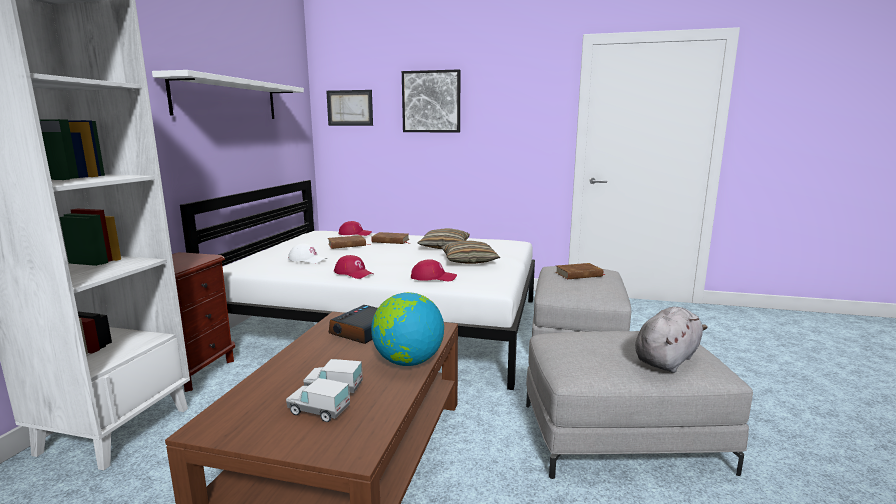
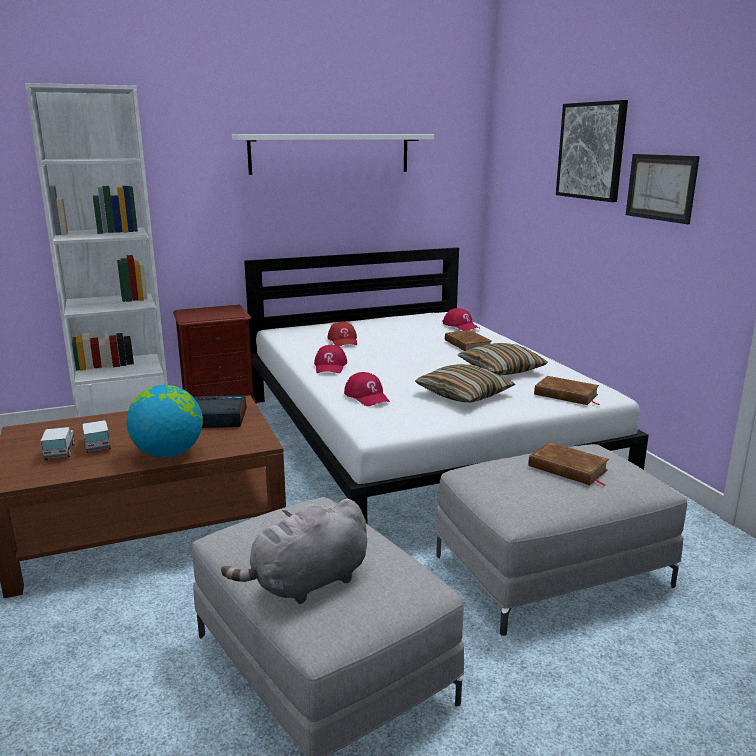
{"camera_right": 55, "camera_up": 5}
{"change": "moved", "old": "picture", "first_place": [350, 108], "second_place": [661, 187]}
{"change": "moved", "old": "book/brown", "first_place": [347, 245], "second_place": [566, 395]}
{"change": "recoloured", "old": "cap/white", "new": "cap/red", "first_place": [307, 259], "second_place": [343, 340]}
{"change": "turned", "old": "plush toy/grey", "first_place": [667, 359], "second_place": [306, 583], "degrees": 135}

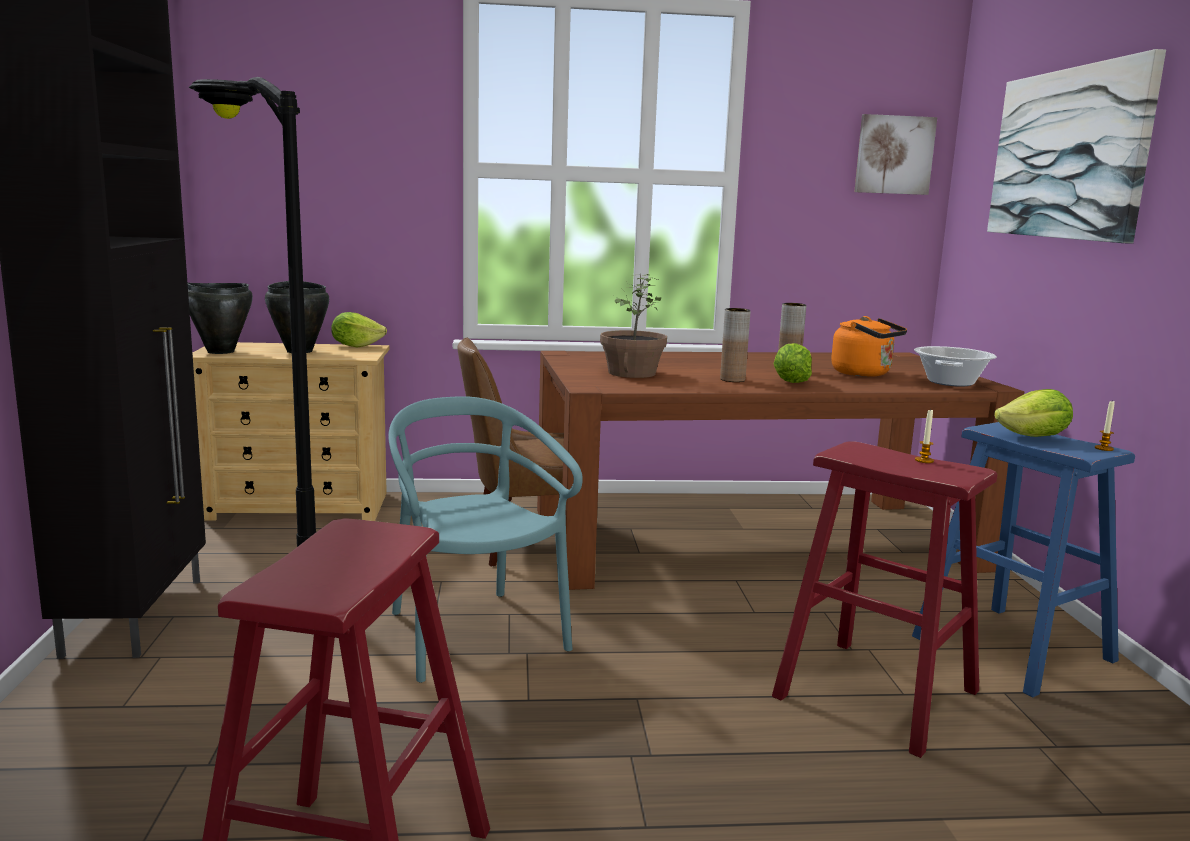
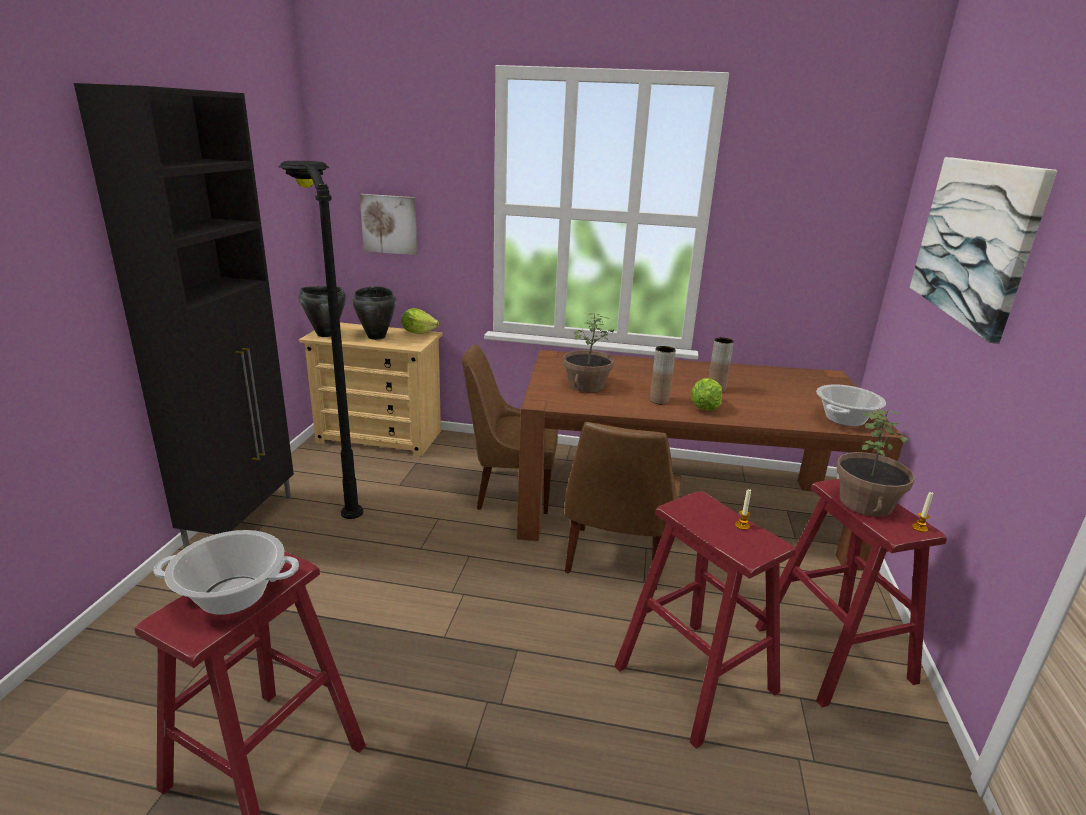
{"camera_right": 15, "camera_up": 10}
{"change": "removed", "old": "chair/turquoise", "first_place": [473, 634]}
{"change": "removed", "old": "kettle/orange", "first_place": [864, 374]}
{"change": "added", "new": "cooking pot", "second_place": [232, 596]}
{"change": "added", "new": "chair/brown", "second_place": [615, 560]}
{"change": "moved", "old": "picture", "first_place": [894, 155], "second_place": [389, 224]}
{"change": "replaced", "old": "lettuce", "new": "potted plant", "first_place": [1034, 437], "second_place": [866, 503]}
{"change": "recoloured", "old": "stool/blue", "new": "stool/red", "first_place": [1013, 648], "second_place": [833, 654]}

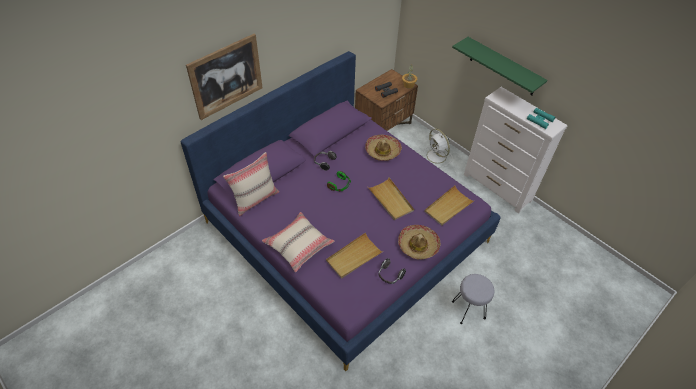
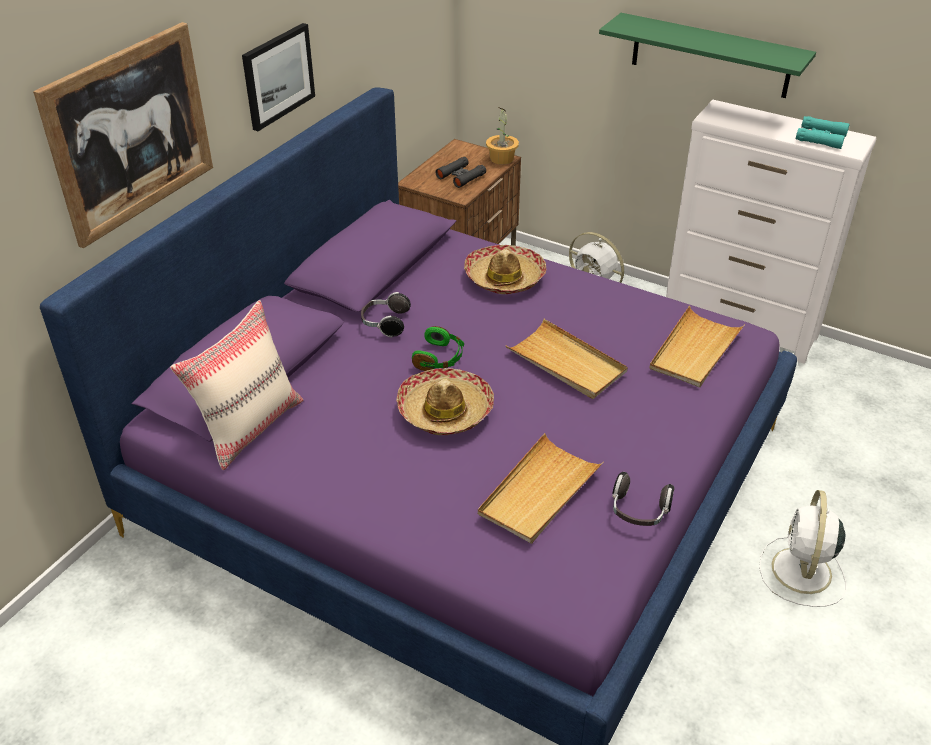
{"camera_right": -15, "camera_up": -10}
{"change": "removed", "old": "pillow/beige", "first_place": [298, 245]}
{"change": "added", "new": "picture", "second_place": [278, 76]}
{"change": "moved", "old": "hat", "first_place": [418, 245], "second_place": [445, 411]}
{"change": "replaced", "old": "stool/grey", "new": "fan/white", "first_place": [468, 310], "second_place": [801, 573]}

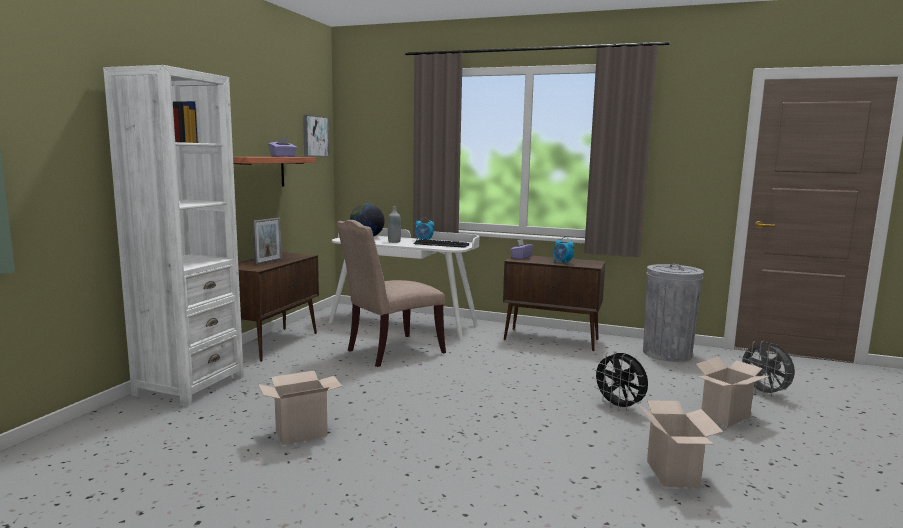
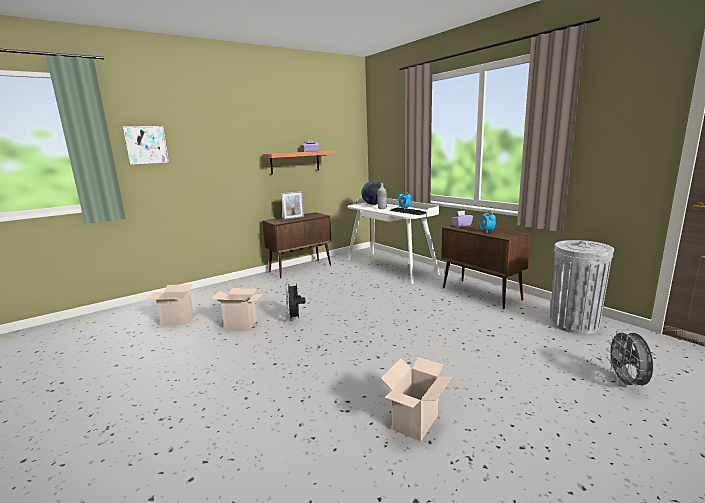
{"camera_right": 35, "camera_up": 5}
{"change": "removed", "old": "bookcase/white", "first_place": [189, 385]}
{"change": "removed", "old": "chair/beige", "first_place": [391, 352]}
{"change": "moved", "old": "picture", "first_place": [314, 136], "second_place": [146, 145]}
{"change": "moved", "old": "fan/black", "first_place": [619, 407], "second_place": [295, 319]}
{"change": "moved", "old": "cardboard box", "first_place": [725, 417], "second_place": [176, 321]}

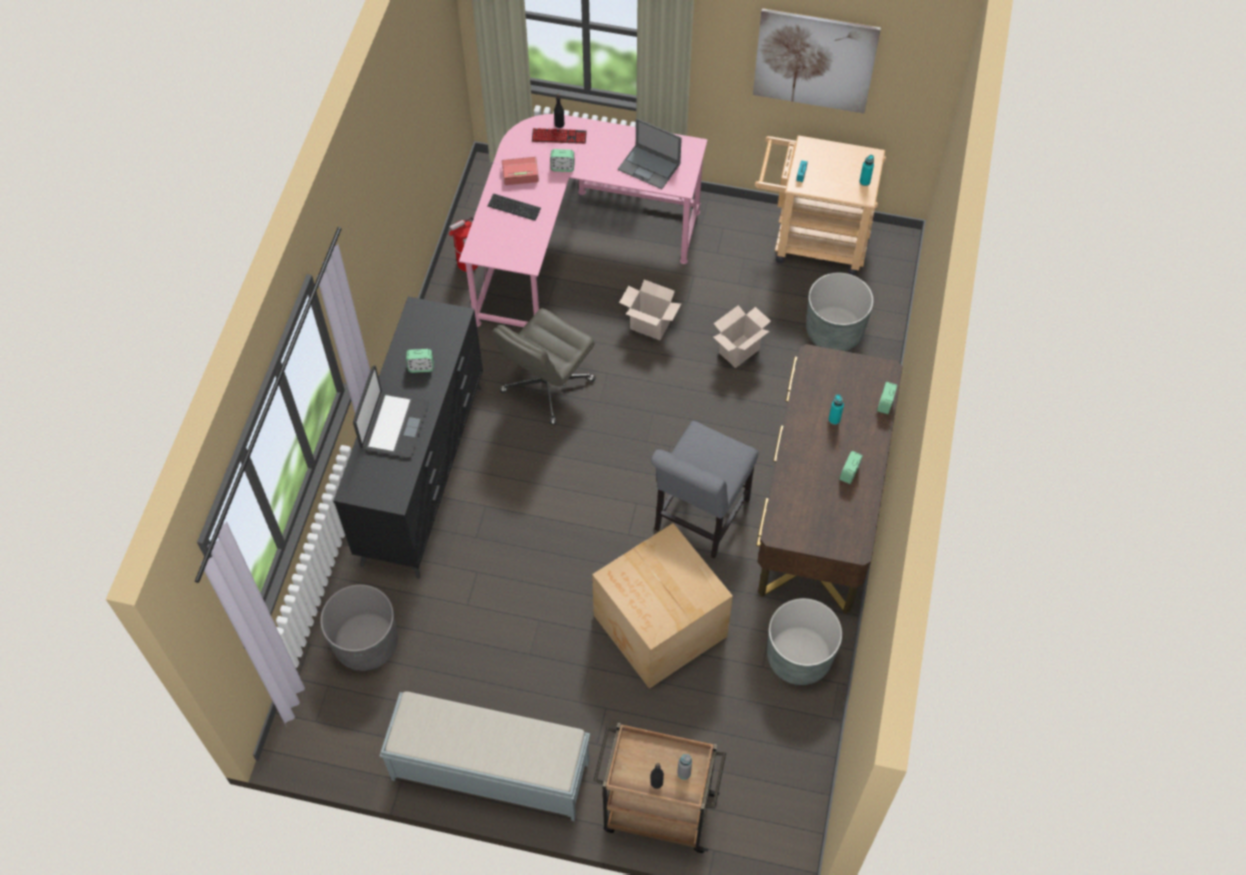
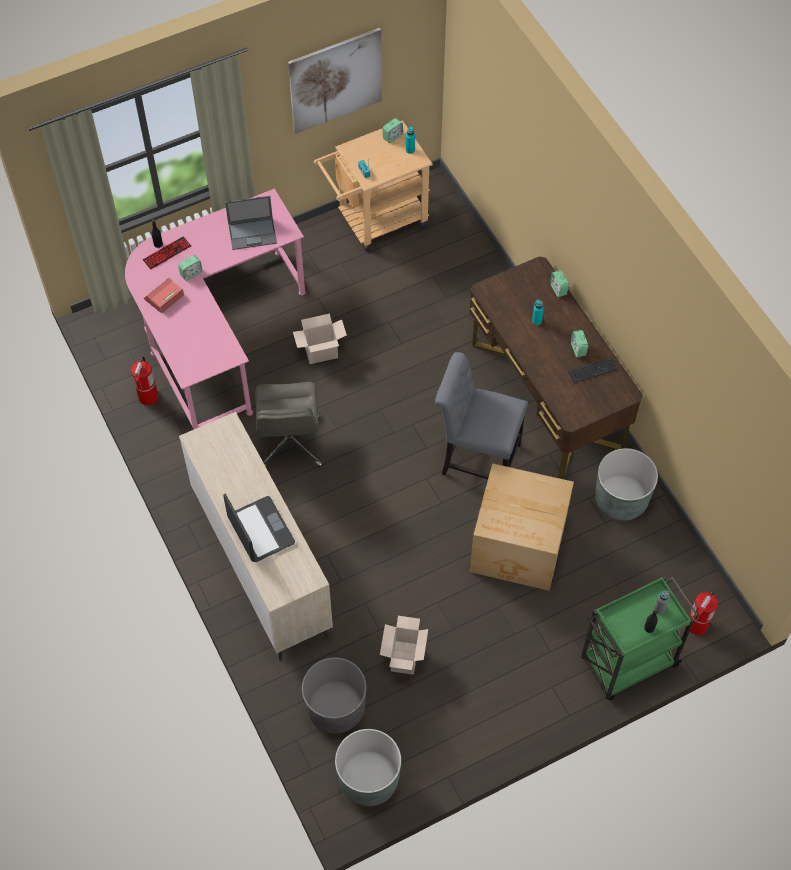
{"camera_right": -40, "camera_up": 0}
{"change": "removed", "old": "bench/grey", "first_place": [489, 770]}
{"change": "added", "new": "fire extinguisher", "second_place": [696, 625]}
{"change": "moved", "old": "alarm clock", "first_place": [421, 367], "second_place": [392, 136]}
{"change": "moved", "old": "keyboard", "first_place": [514, 208], "second_place": [592, 371]}
{"change": "moved", "old": "cardboard box", "first_place": [739, 350], "second_place": [403, 656]}
{"change": "moved", "old": "planter/grey", "first_place": [834, 331], "second_place": [369, 779]}
{"change": "recoloured", "old": "dresser/black", "new": "dresser/beige", "first_place": [424, 473], "second_place": [262, 565]}
{"change": "recoloured", "old": "cart/brown", "new": "cart/green", "first_place": [657, 812], "second_place": [627, 663]}
{"change": "turned", "old": "chair/grey", "first_place": [698, 518], "second_place": [476, 458], "degrees": 120}

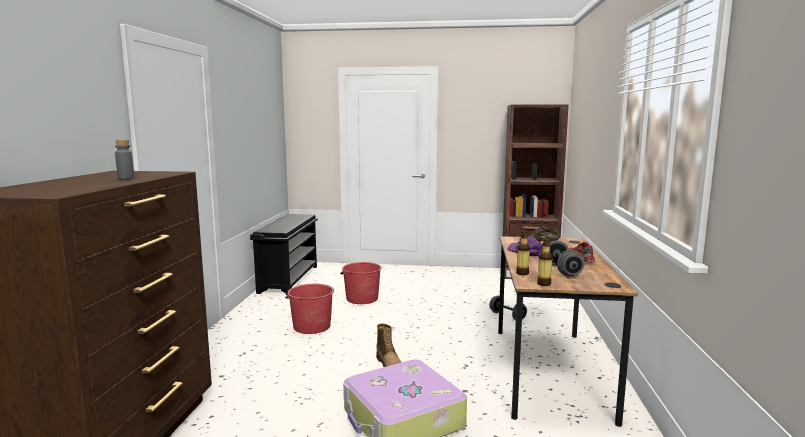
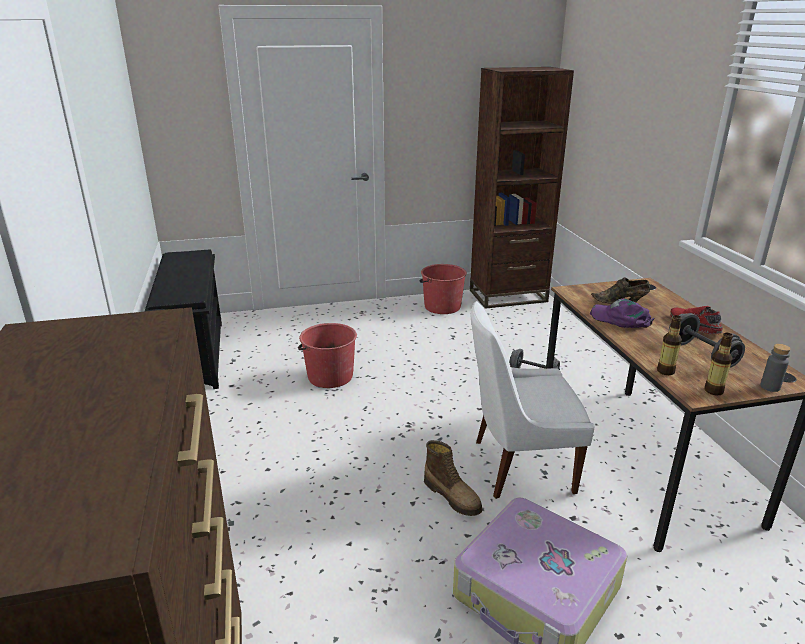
{"camera_right": -20, "camera_up": 15}
{"change": "added", "new": "chair/white", "second_place": [518, 466]}
{"change": "moved", "old": "bottle/grey", "first_place": [126, 178], "second_place": [770, 387]}
{"change": "moved", "old": "bucket/red", "first_place": [311, 326], "second_place": [442, 306]}

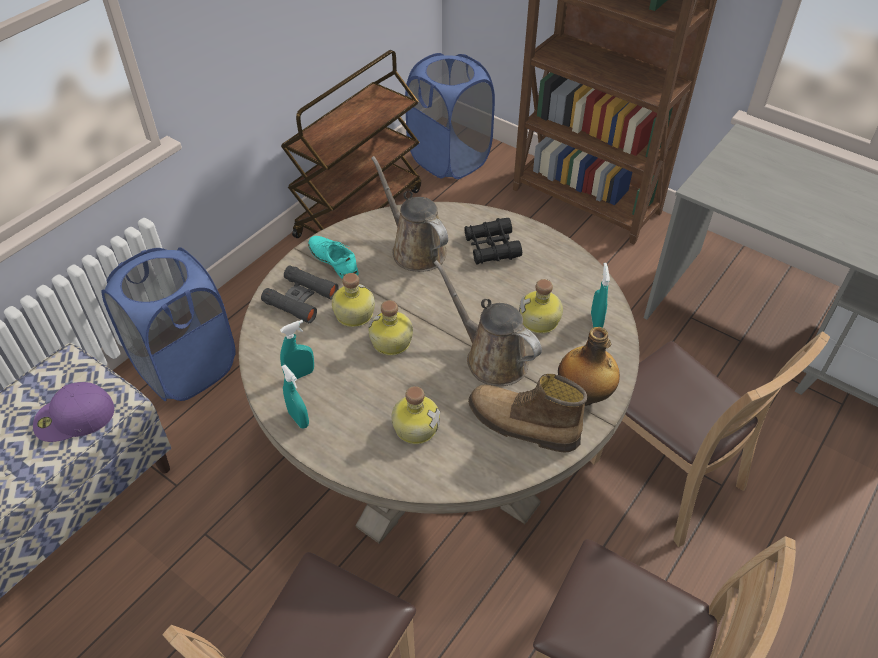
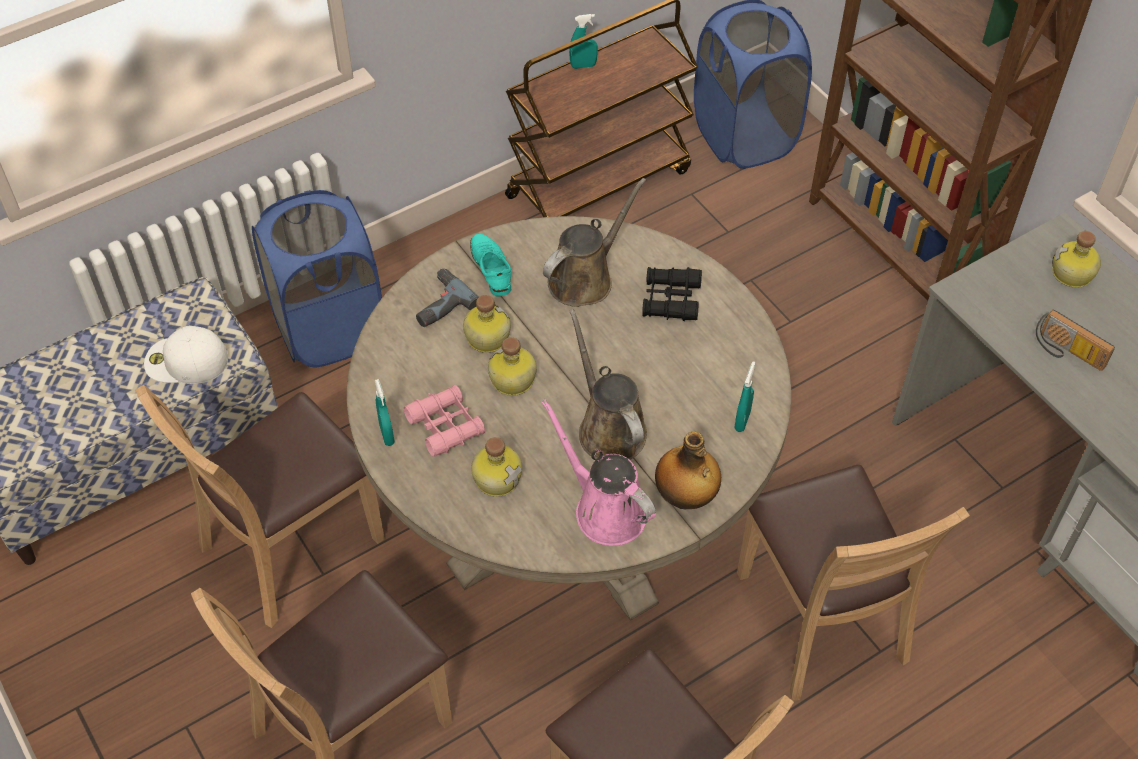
{"camera_right": 20, "camera_up": 5}
{"change": "added", "new": "chair/brown", "second_place": [291, 546]}
{"change": "added", "new": "binoculars/pink", "second_place": [445, 426]}
{"change": "added", "new": "radio", "second_place": [1066, 352]}
{"change": "moved", "old": "spray bottle/turquoise", "first_place": [300, 374], "second_place": [583, 66]}
{"change": "moved", "old": "bottle", "first_place": [540, 321], "second_place": [1072, 274]}
{"change": "replaced", "old": "binoculars/black", "new": "power drill", "first_place": [300, 299], "second_place": [439, 303]}
{"change": "replaced", "old": "boot", "new": "watering can/pink", "first_place": [522, 425], "second_place": [605, 509]}
{"change": "recoloured", "old": "cap/purple", "new": "cap/white", "first_place": [73, 417], "second_place": [185, 361]}
{"change": "turned", "old": "watering can/brown", "first_place": [415, 249], "second_place": [585, 278], "degrees": 60}

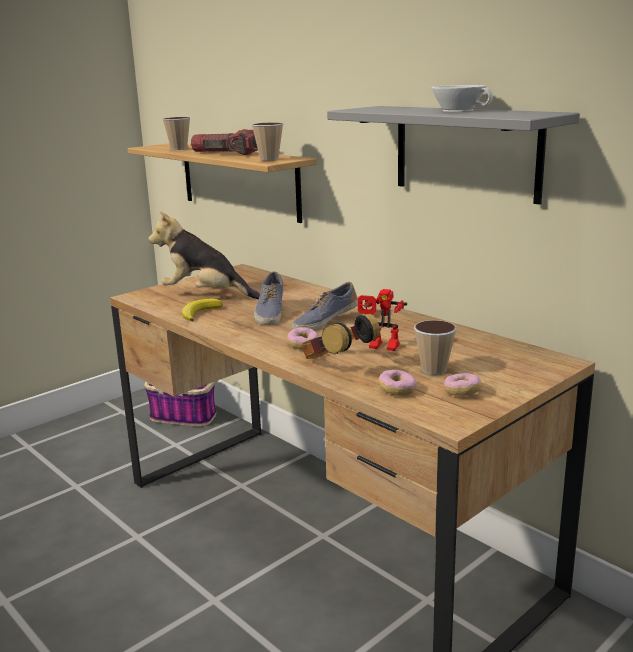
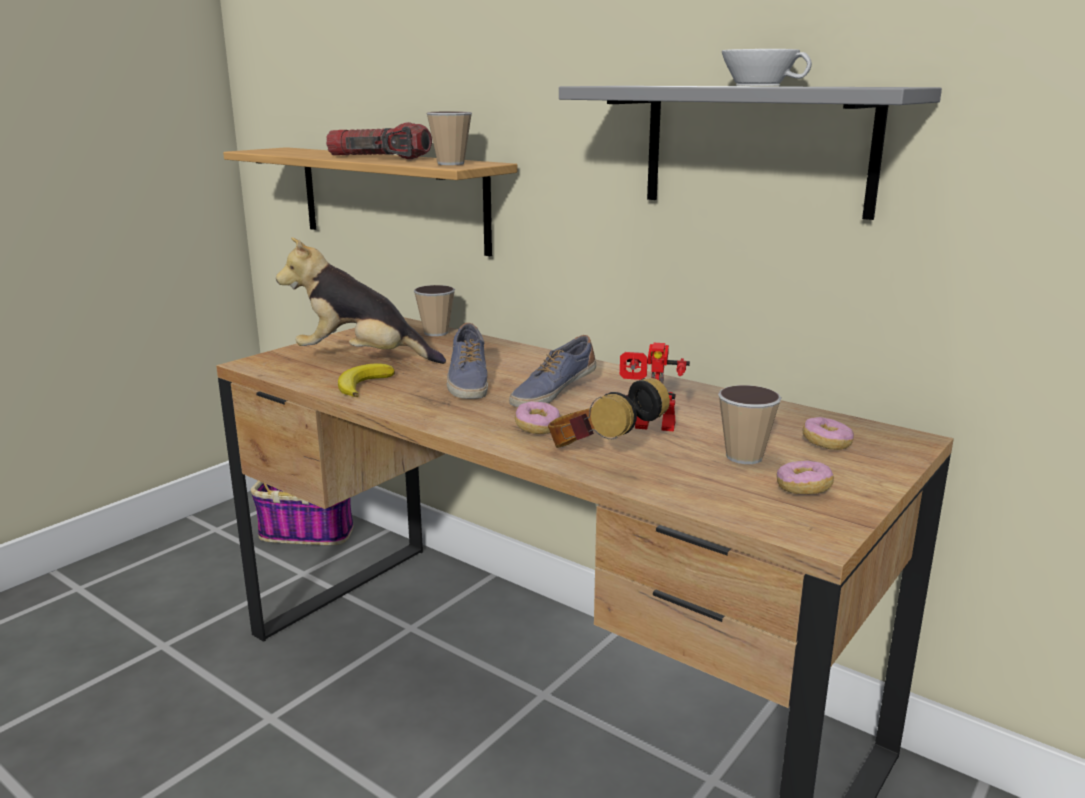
{"camera_right": -10, "camera_up": 0}
{"change": "moved", "old": "cup", "first_place": [179, 149], "second_place": [436, 333]}
{"change": "moved", "old": "donut", "first_place": [397, 390], "second_place": [826, 444]}

